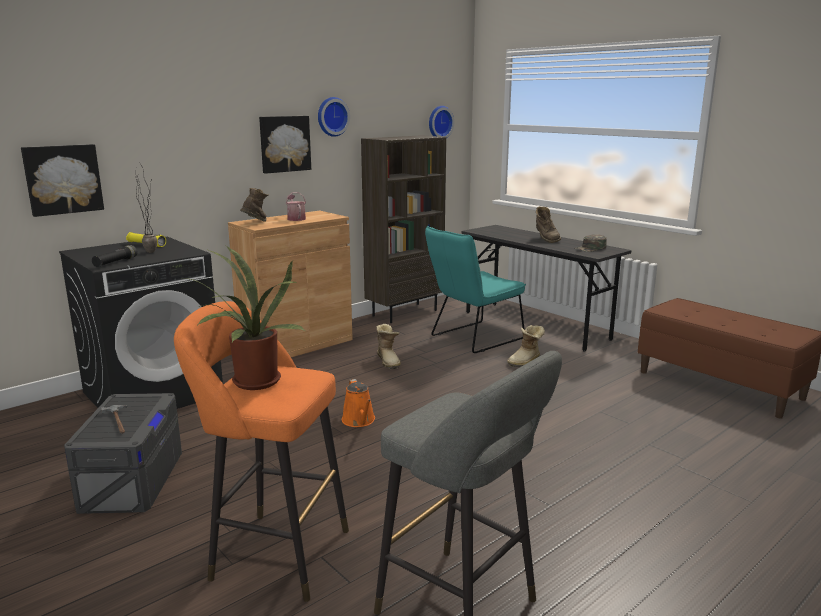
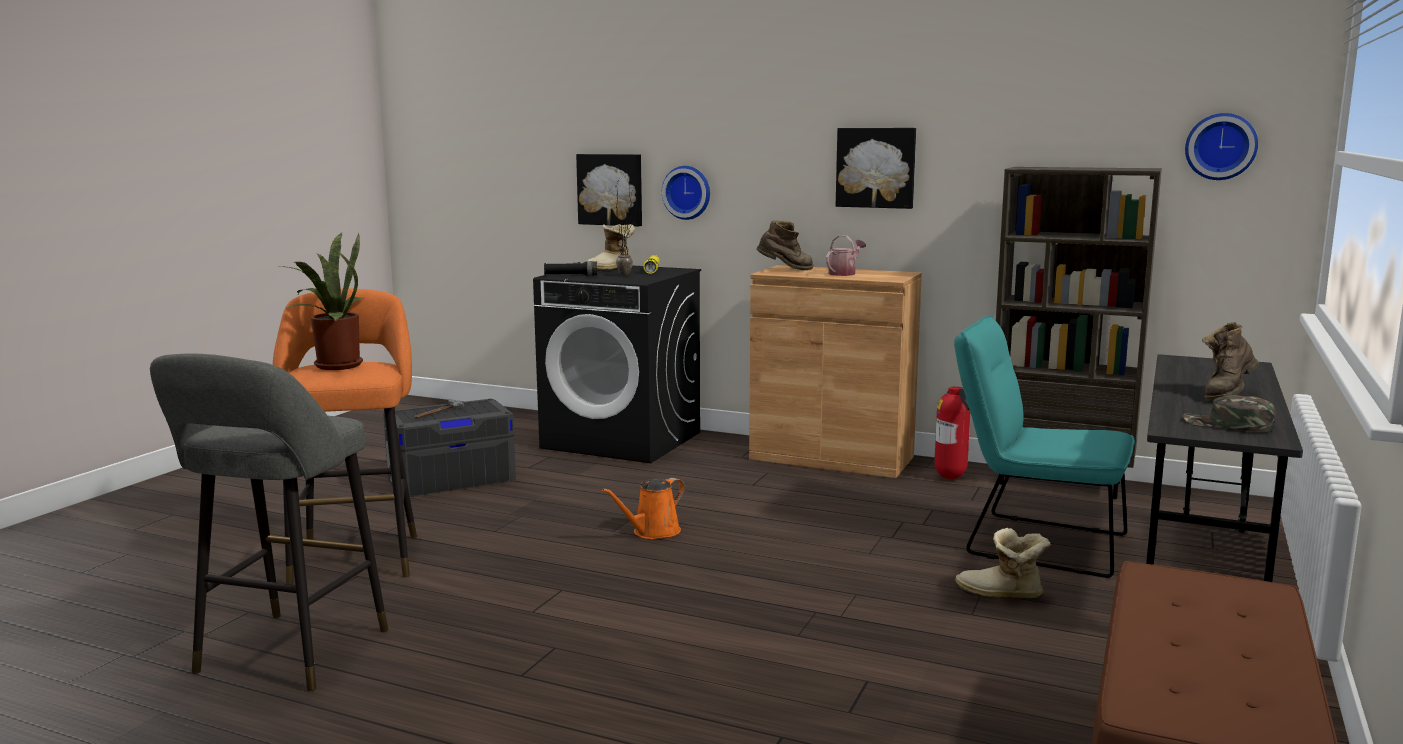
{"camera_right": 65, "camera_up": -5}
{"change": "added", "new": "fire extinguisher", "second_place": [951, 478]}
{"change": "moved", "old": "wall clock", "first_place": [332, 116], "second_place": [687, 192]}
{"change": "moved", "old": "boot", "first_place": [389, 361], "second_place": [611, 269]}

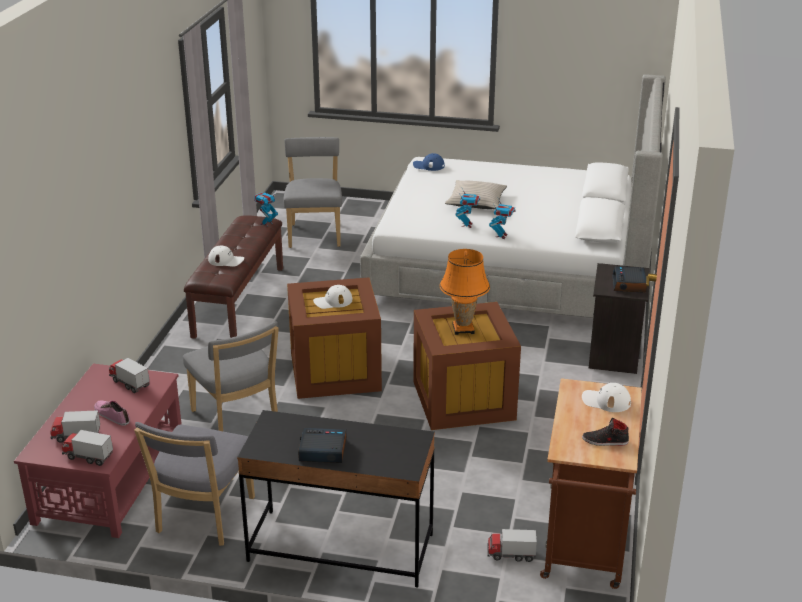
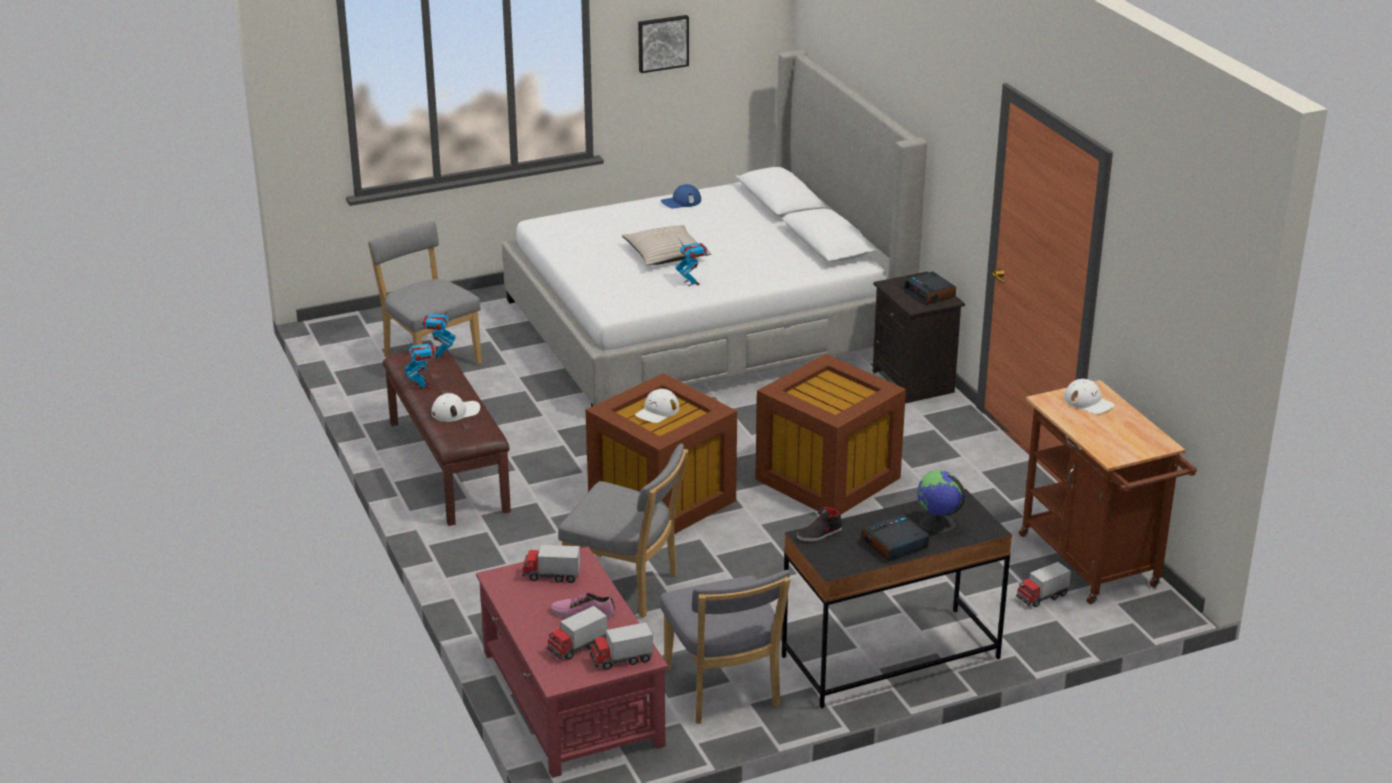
{"camera_right": -35, "camera_up": 0}
{"change": "removed", "old": "table lamp/orange", "first_place": [463, 329]}
{"change": "added", "new": "picture", "second_place": [662, 43]}
{"change": "added", "new": "globe", "second_place": [937, 525]}
{"change": "moved", "old": "cap/blue", "first_place": [428, 166], "second_place": [681, 202]}
{"change": "moved", "old": "toy robot", "first_place": [501, 236], "second_place": [422, 385]}
{"change": "moved", "old": "shoe/black", "first_place": [605, 441], "second_place": [819, 534]}
{"change": "turned", "old": "cap/white", "first_place": [606, 401], "second_place": [1088, 402], "degrees": -120}

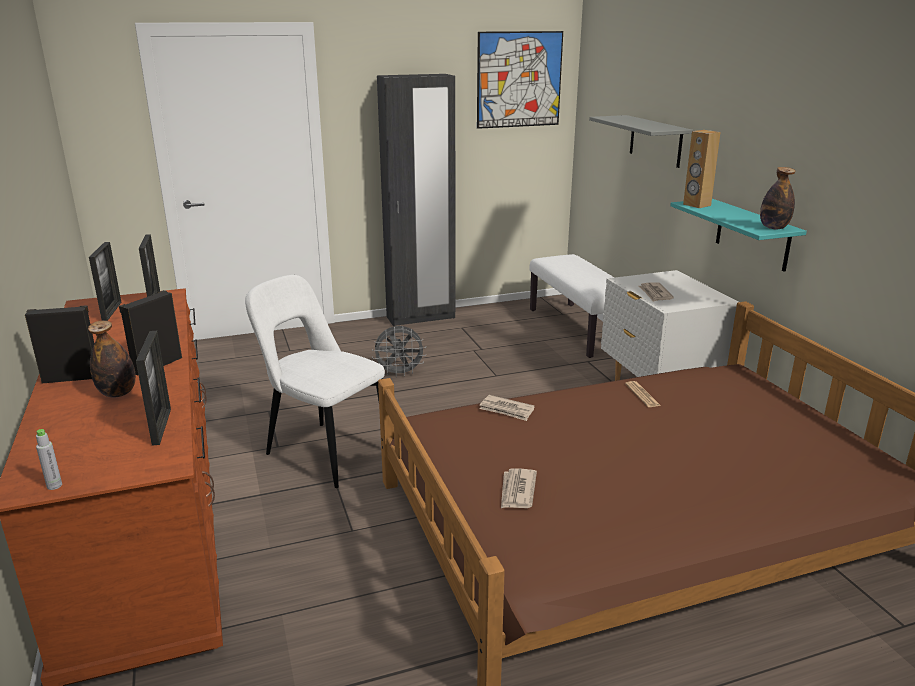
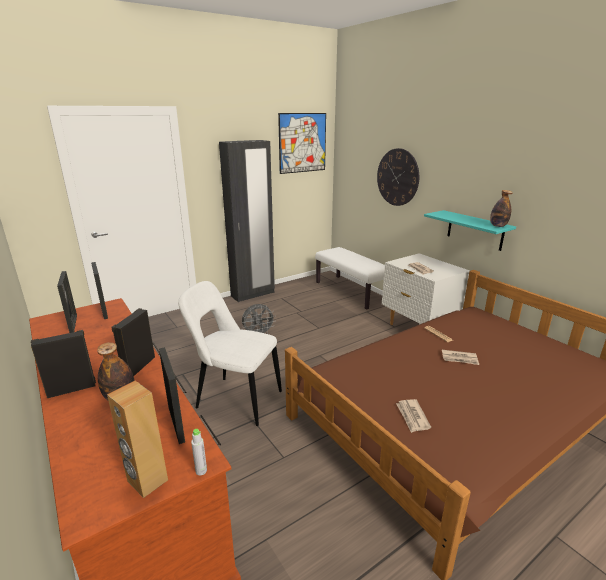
{"camera_right": -15, "camera_up": 0}
{"change": "moved", "old": "bottle/grey", "first_place": [54, 486], "second_place": [201, 471]}
{"change": "moved", "old": "newspaper", "first_place": [506, 410], "second_place": [460, 359]}
{"change": "moved", "old": "speaker/brown", "first_place": [696, 205], "second_place": [147, 481]}
{"change": "replaced", "old": "shelf/grey", "new": "wall clock", "first_place": [655, 141], "second_place": [397, 177]}

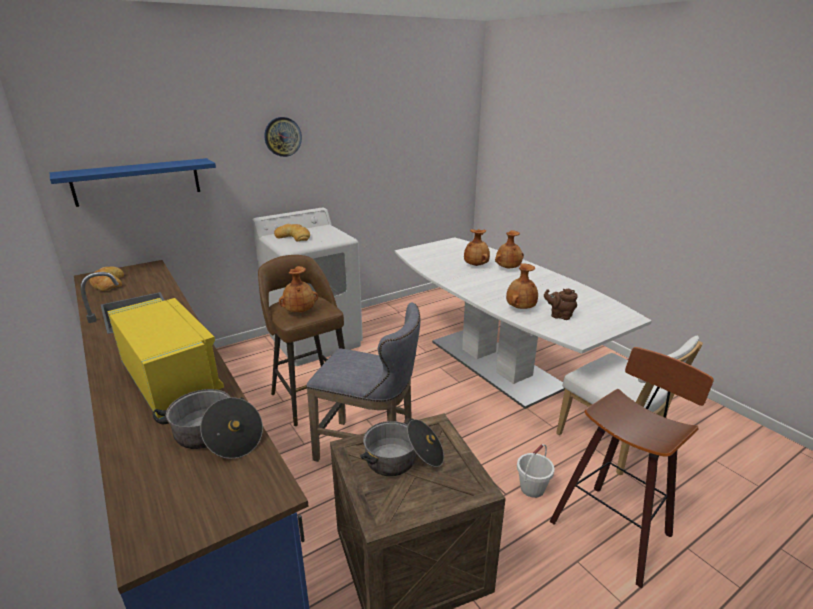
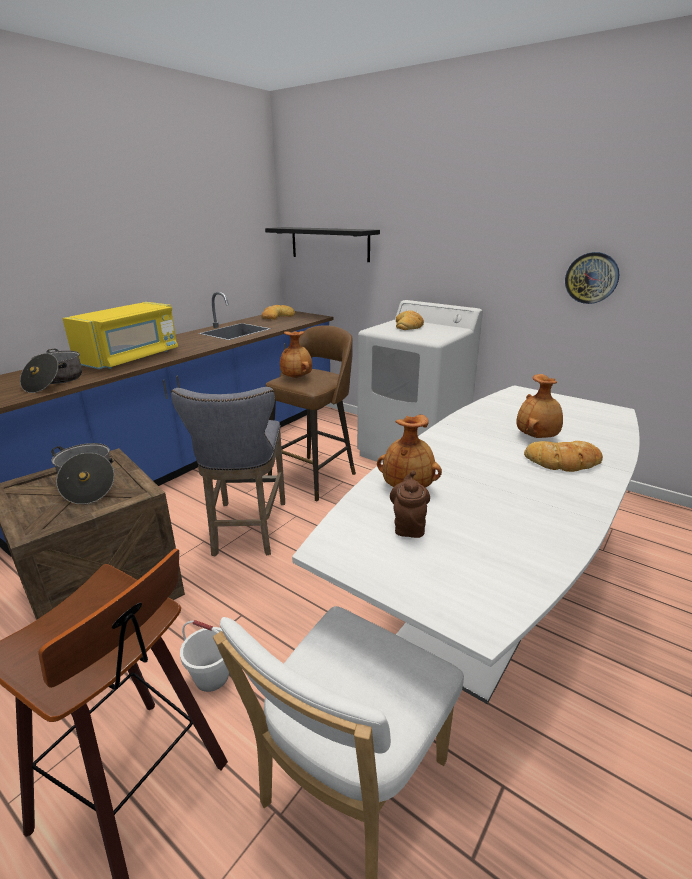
{"camera_right": 70, "camera_up": 0}
{"change": "moved", "old": "wall clock", "first_place": [282, 136], "second_place": [591, 278]}
{"change": "replaced", "old": "vase/brown", "new": "bread", "first_place": [507, 268], "second_place": [563, 462]}
{"change": "recoloured", "old": "shelf/blue", "new": "shelf/black", "first_place": [137, 181], "second_place": [329, 244]}

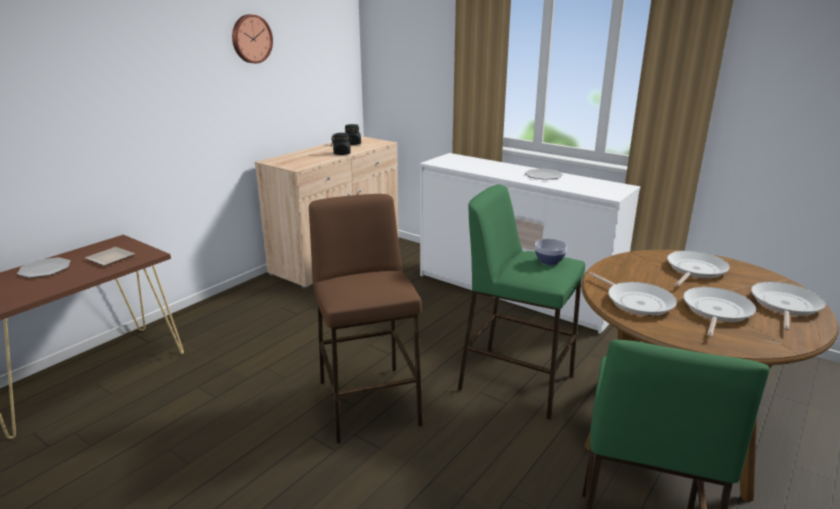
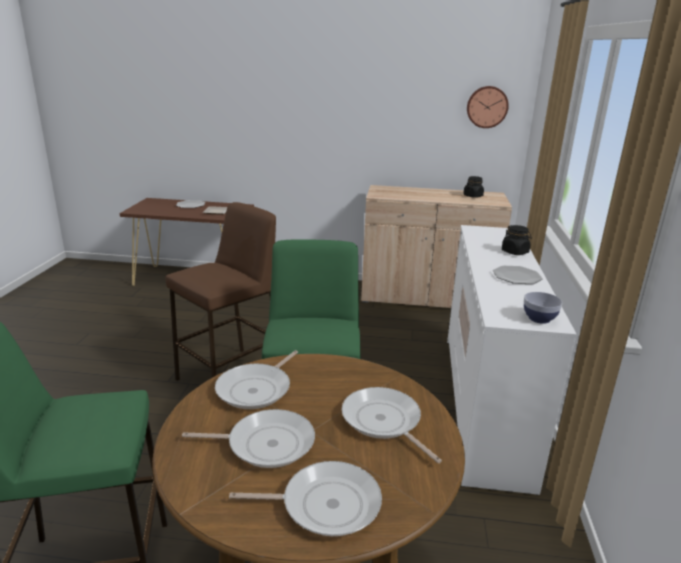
{"camera_right": 60, "camera_up": 0}
{"change": "moved", "old": "wall clock", "first_place": [251, 39], "second_place": [487, 107]}
{"change": "moved", "old": "jar/black", "first_place": [342, 153], "second_place": [515, 252]}
{"change": "moved", "old": "bowl", "first_place": [549, 261], "second_place": [539, 318]}
{"change": "turned", "old": "frying pan", "first_place": [694, 270], "second_place": [383, 422], "degrees": -135}

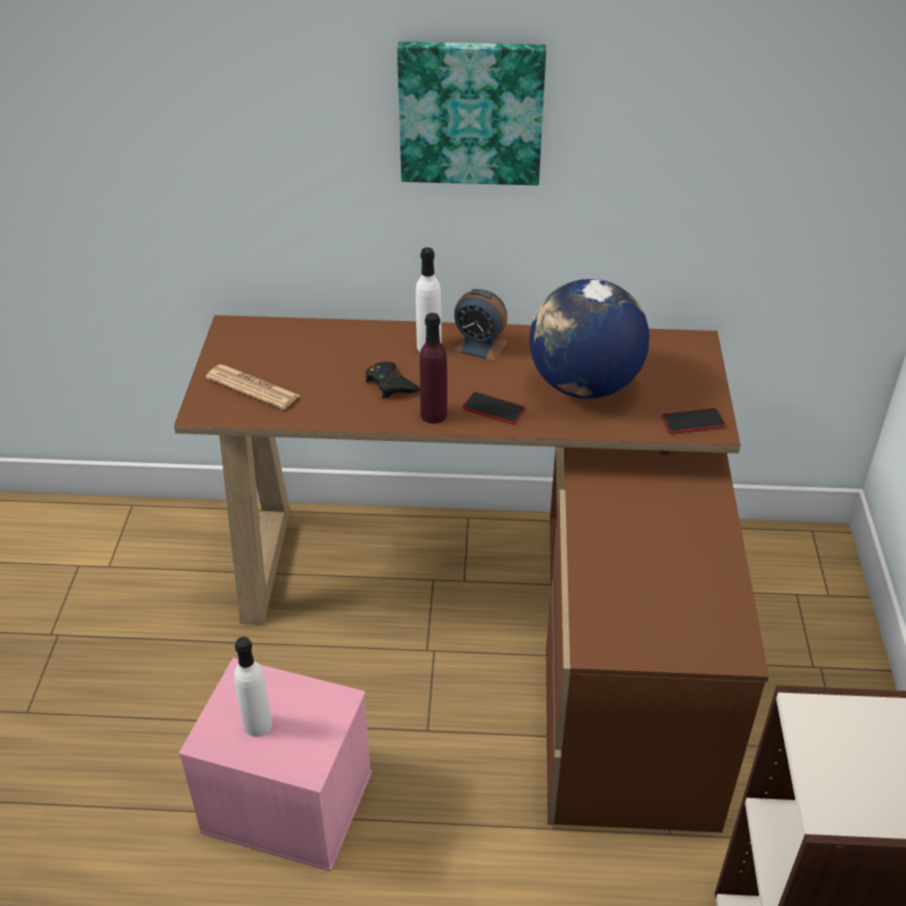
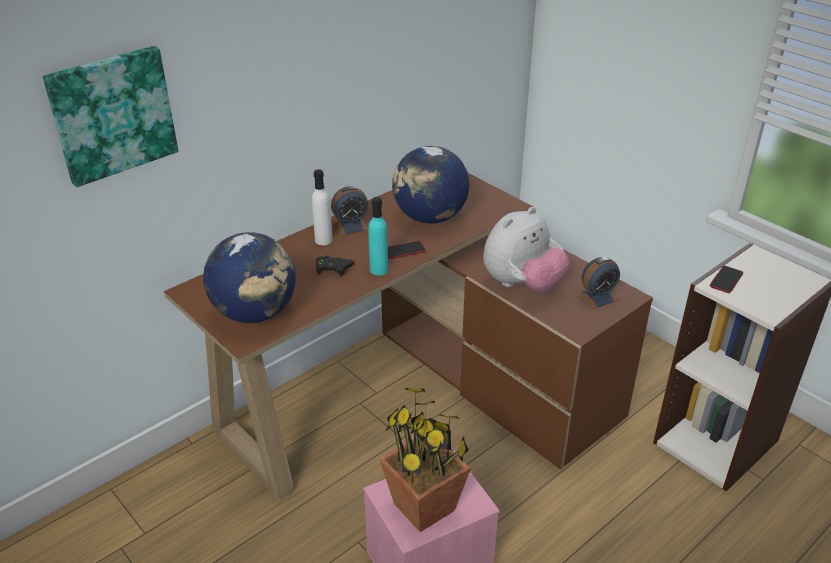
{"camera_right": -45, "camera_up": -5}
{"change": "added", "new": "plush toy", "second_place": [522, 285]}
{"change": "added", "new": "alarm clock", "second_place": [597, 297]}
{"change": "moved", "old": "picture", "first_place": [471, 112], "second_place": [112, 114]}
{"change": "moved", "old": "phone", "first_place": [692, 422], "second_place": [726, 280]}
{"change": "replaced", "old": "newspaper", "new": "globe", "first_place": [252, 387], "second_place": [255, 313]}
{"change": "replaced", "old": "bottle/white", "new": "potted plant", "first_place": [257, 724], "second_place": [424, 507]}
{"change": "recoloured", "old": "bottle/purple", "new": "bottle/turquoise", "first_place": [433, 415], "second_place": [379, 270]}

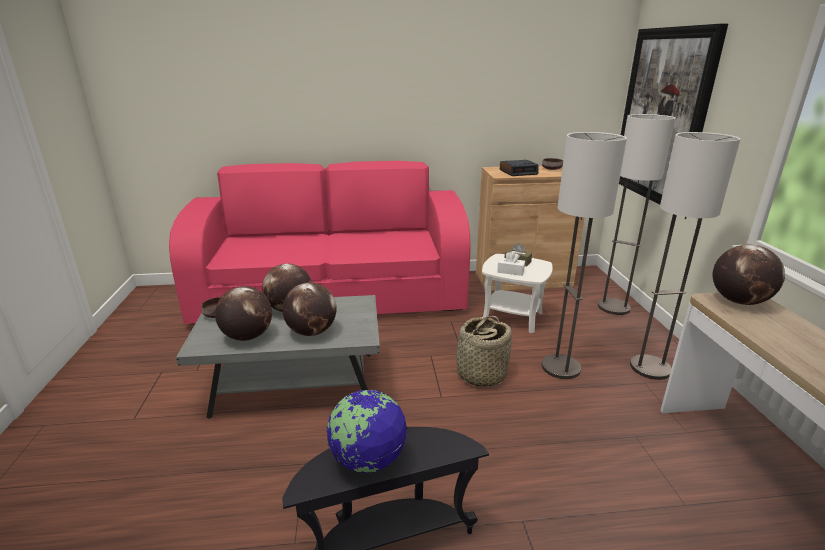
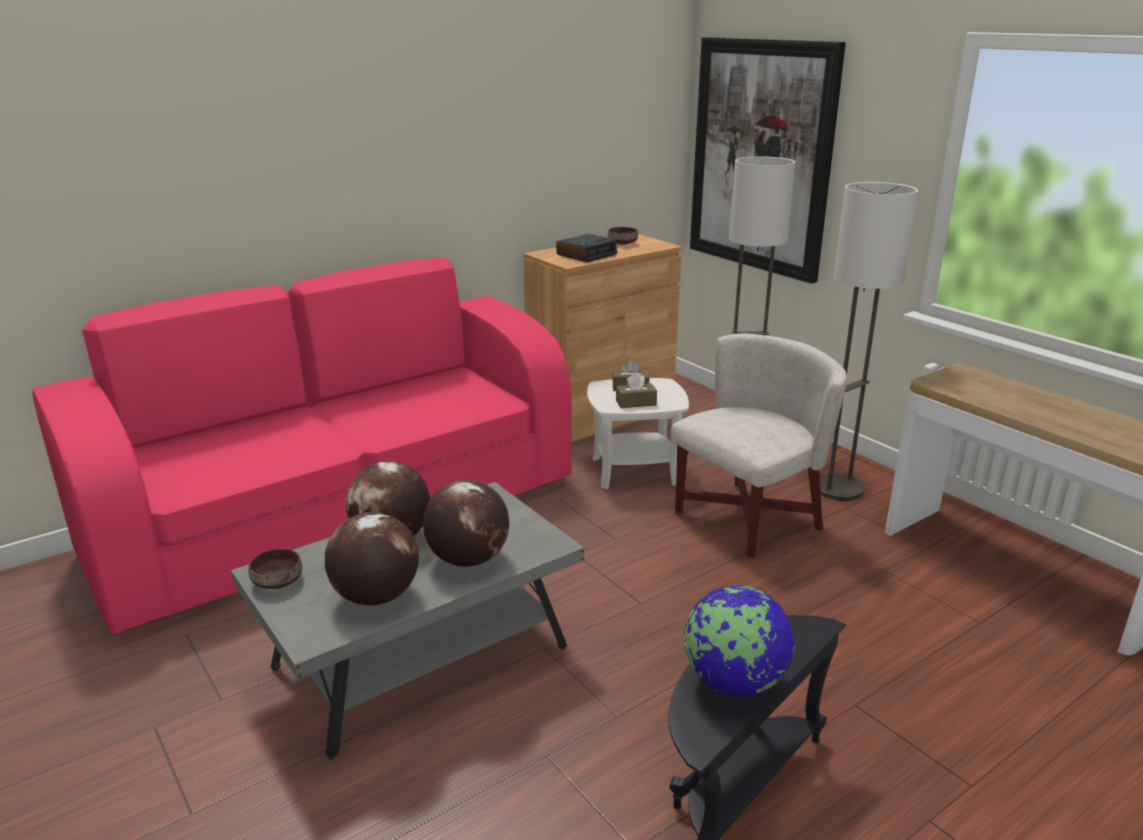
{"camera_right": -30, "camera_up": 0}
{"change": "removed", "old": "basket", "first_place": [480, 374]}
{"change": "removed", "old": "globe", "first_place": [738, 301]}
{"change": "replaced", "old": "floor lamp", "new": "armchair/white", "first_place": [561, 367], "second_place": [747, 518]}
{"change": "recoloured", "old": "tissue box/white", "new": "tissue box/brown", "first_place": [510, 271], "second_place": [636, 403]}

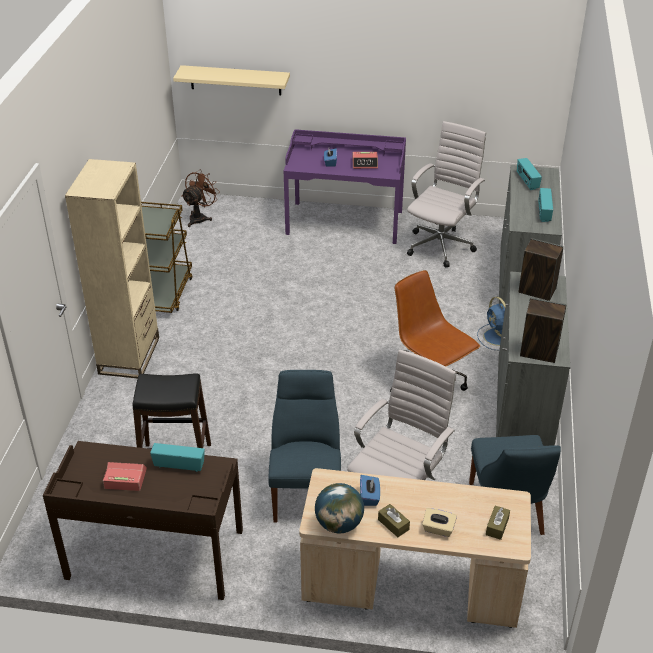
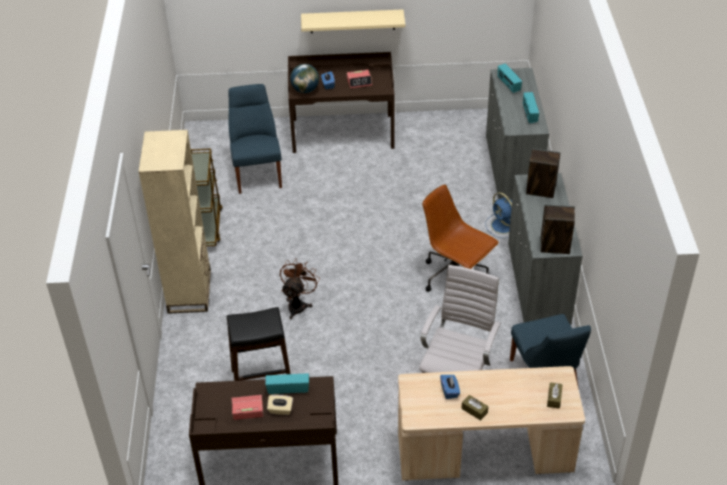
{"camera_right": -10, "camera_up": 5}
{"change": "removed", "old": "office chair/white", "first_place": [441, 245]}
{"change": "moved", "old": "shelf/beige", "first_place": [235, 80], "second_place": [352, 21]}
{"change": "moved", "old": "fan/brown", "first_place": [200, 217], "second_place": [298, 304]}
{"change": "moved", "old": "chair/blue", "first_place": [306, 491], "second_place": [257, 172]}
{"change": "moved", "old": "globe", "first_place": [339, 524], "second_place": [305, 90]}
{"change": "moved", "old": "tissue box/beige", "first_place": [438, 529], "second_place": [280, 410]}
{"change": "recoloured", "old": "desk/purple", "new": "desk/brown", "first_place": [344, 222], "second_place": [342, 132]}

